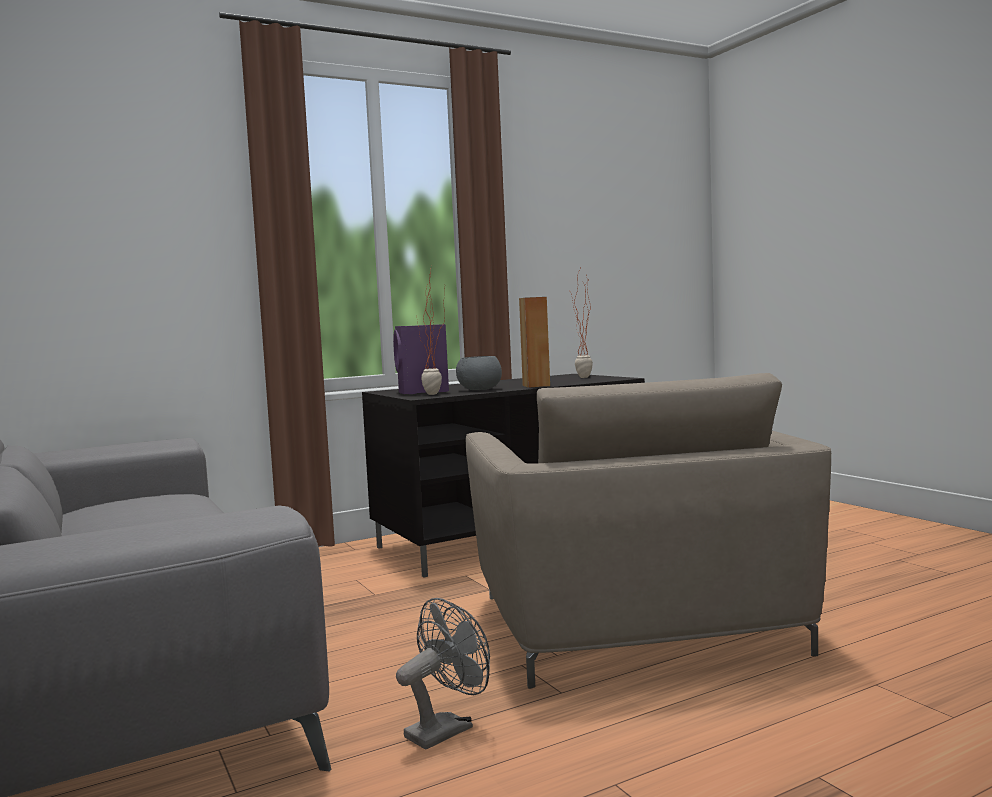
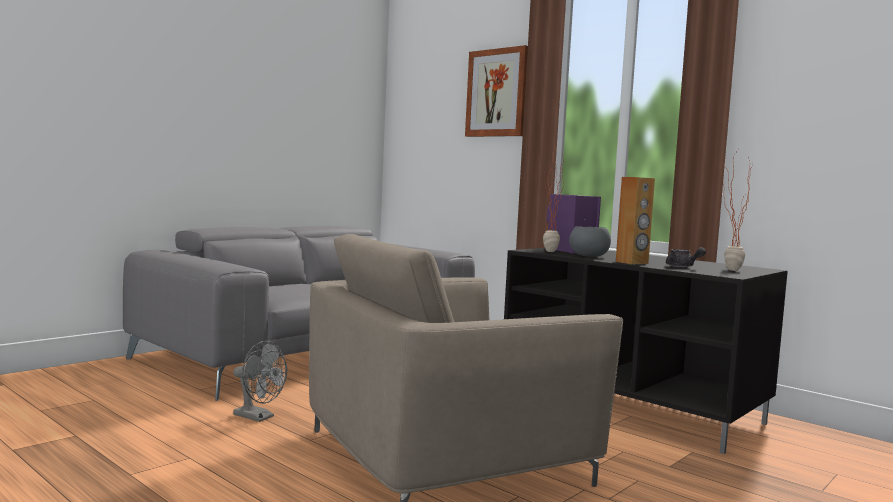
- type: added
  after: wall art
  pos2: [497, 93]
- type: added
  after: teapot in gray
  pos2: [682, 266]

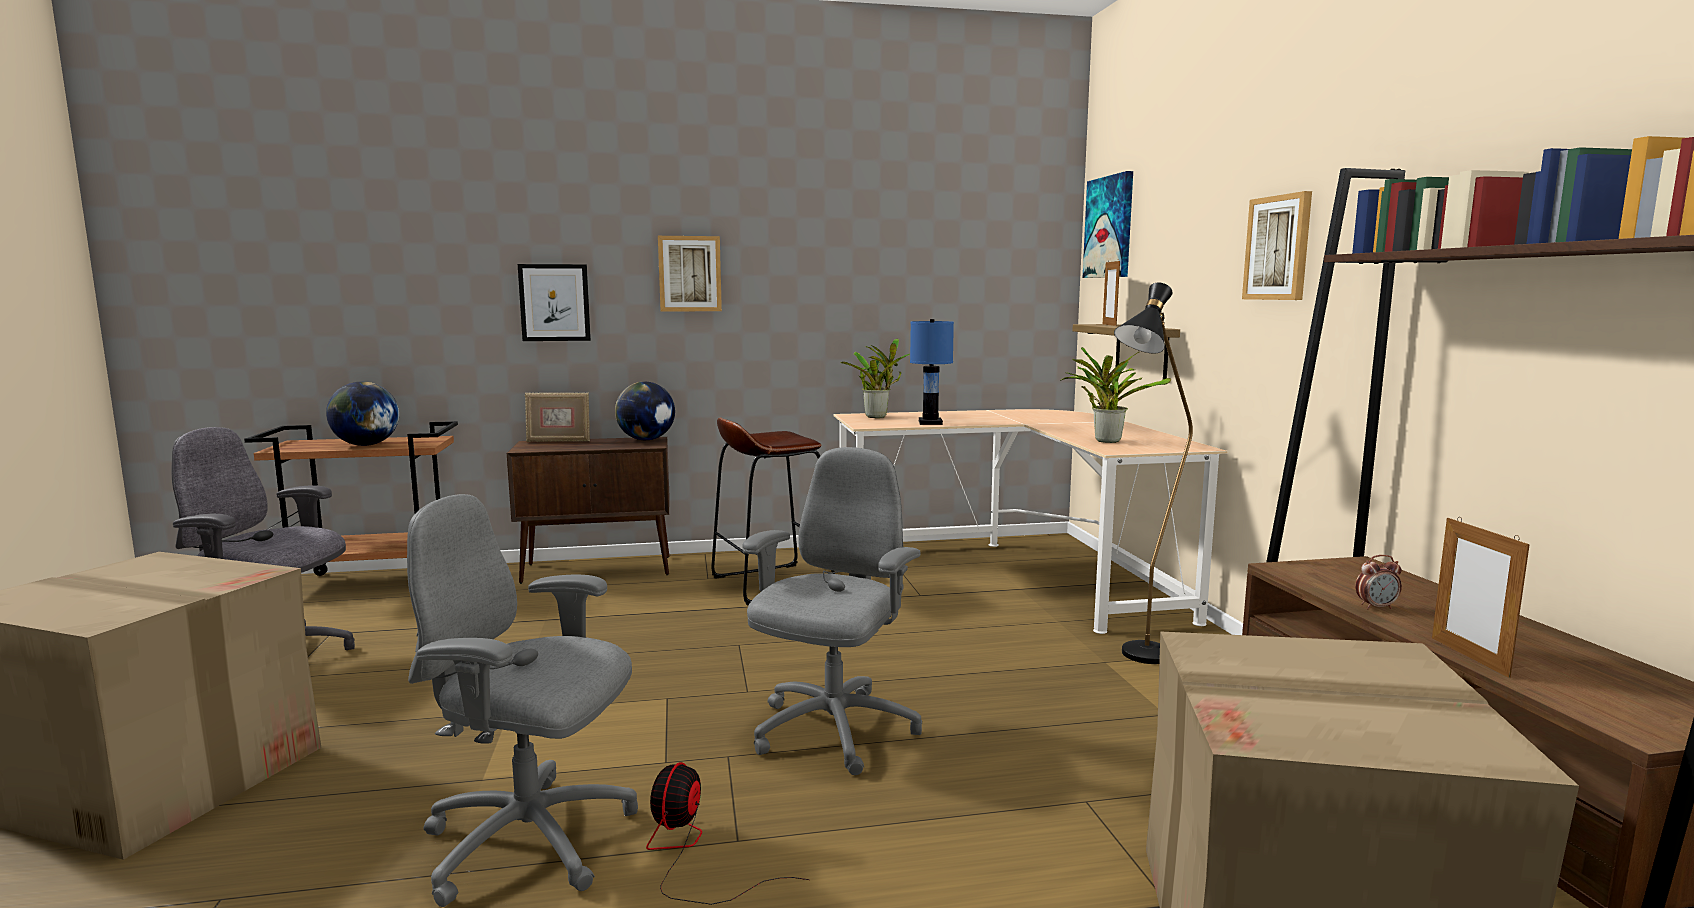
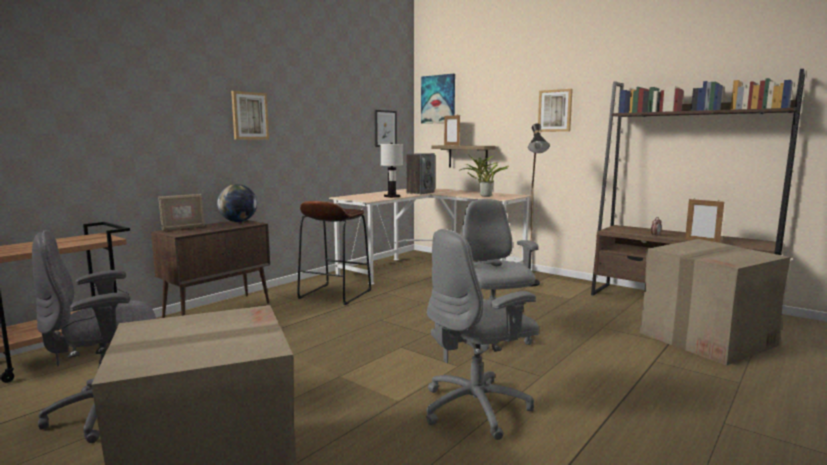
- type: removed
  before: world globe
  pos1: [366, 445]
- type: removed
  before: cooling fan
  pos1: [691, 853]
- type: removed
  before: plant in a pot
  pos1: [878, 416]
- type: added
  after: speaker
  pos2: [420, 192]
- type: moved
  before: wall art
  pos1: [554, 302]
  pos2: [385, 128]
- type: recoloured
  before: lamp for a table in blue
  after: lamp for a table in white
  pos1: [930, 423]
  pos2: [391, 196]

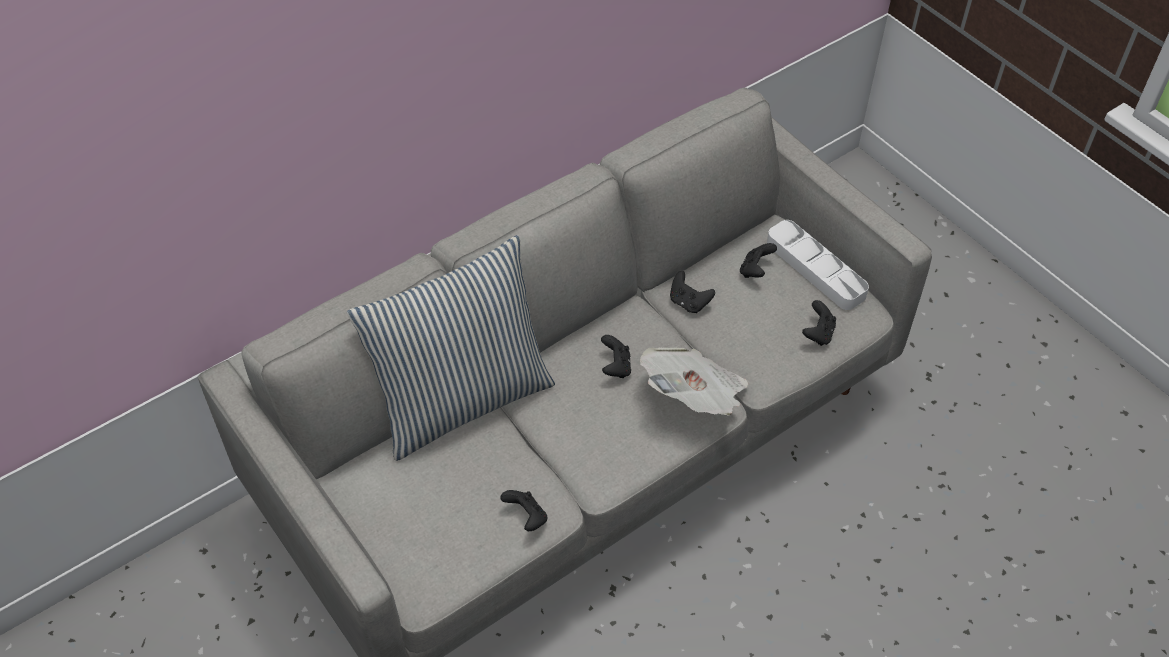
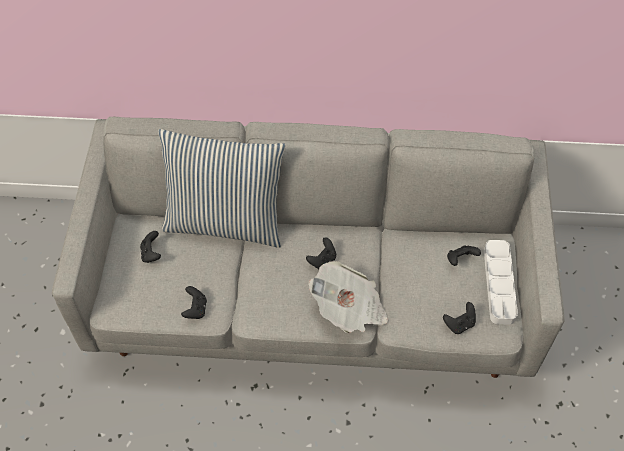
- type: moved
  before: game controller in black
  pos1: [689, 302]
  pos2: [151, 253]

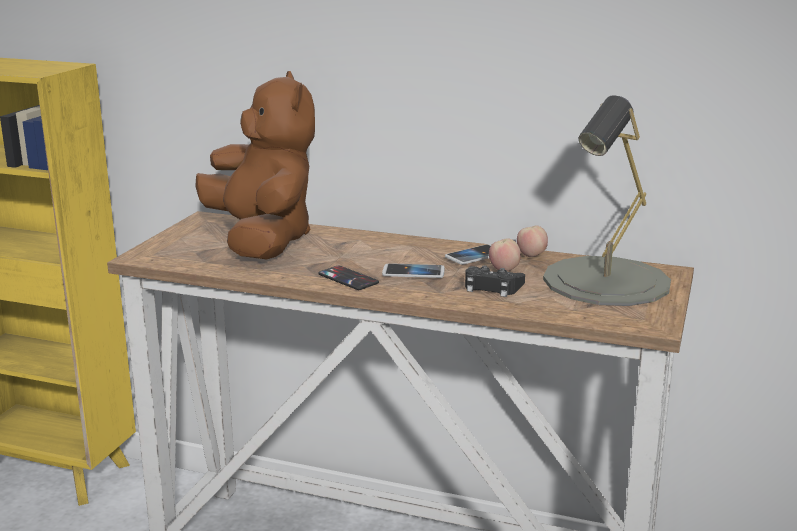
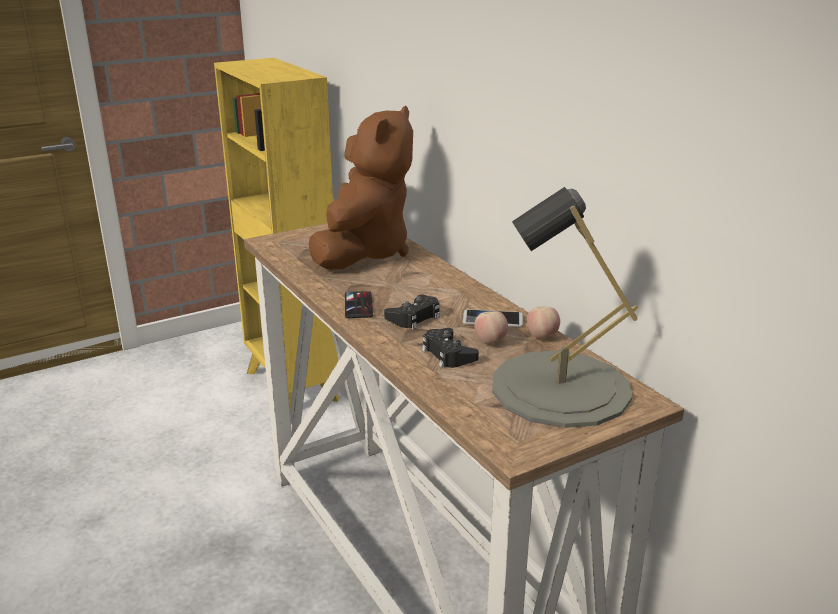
- type: replaced
  before: handset
  after: game controller in black
  pos1: [413, 272]
  pos2: [414, 317]

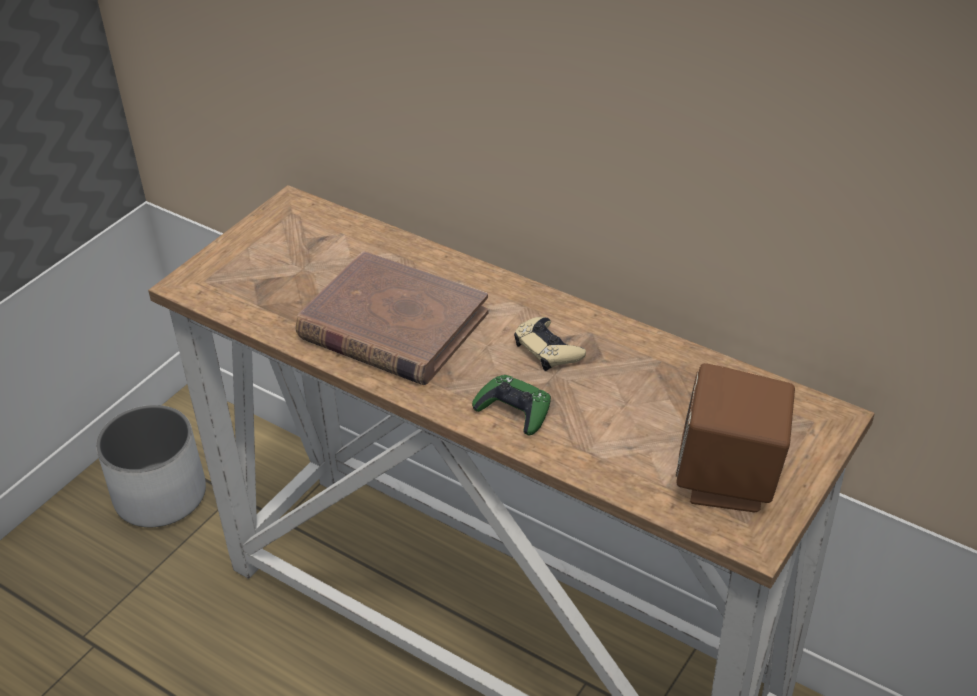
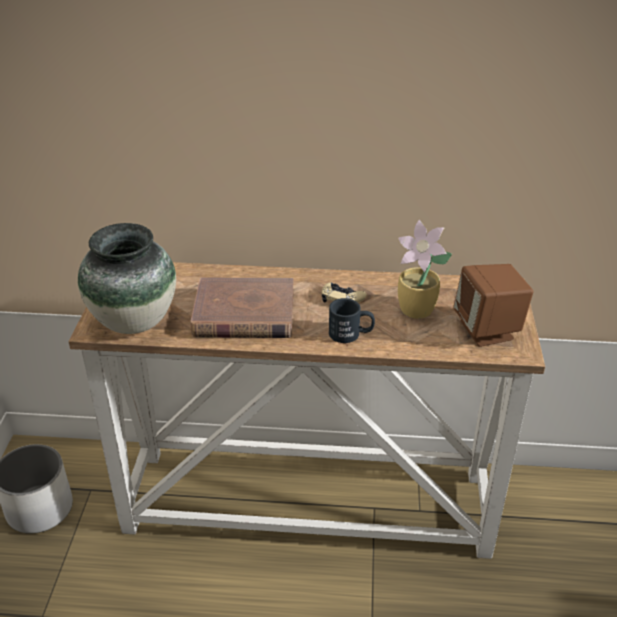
- type: added
  after: flower vase
  pos2: [135, 321]
- type: added
  after: plant in a pot
  pos2: [417, 311]
- type: replaced
  before: game controller in greenish
  after: mug in black
  pos1: [514, 410]
  pos2: [351, 334]

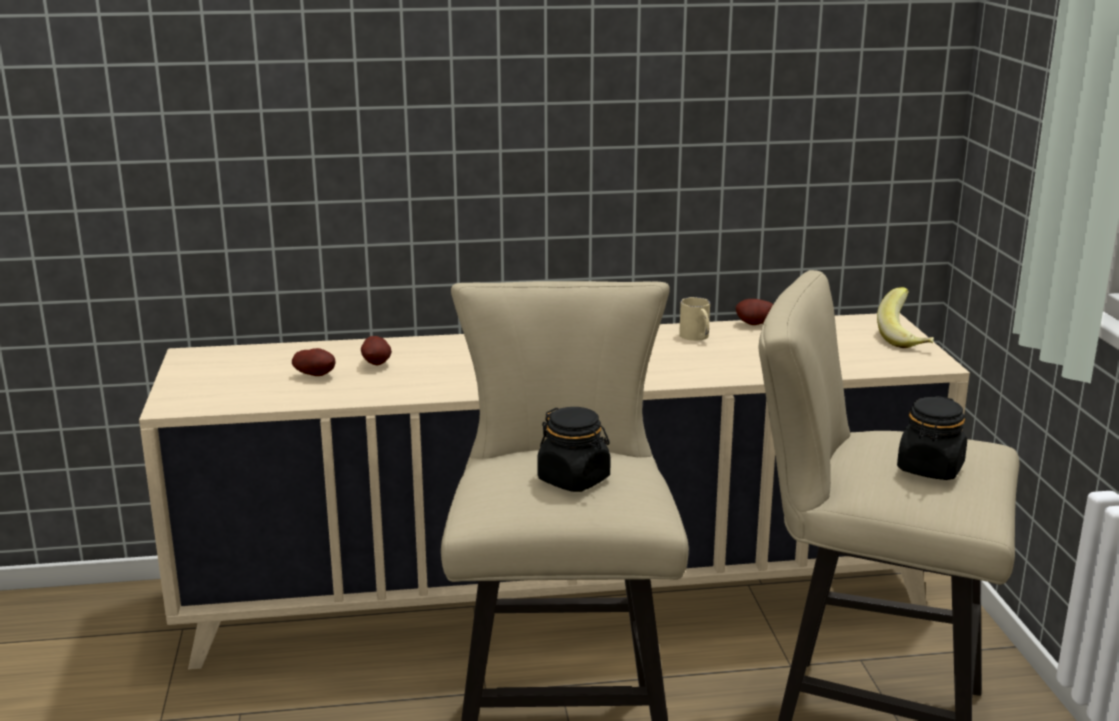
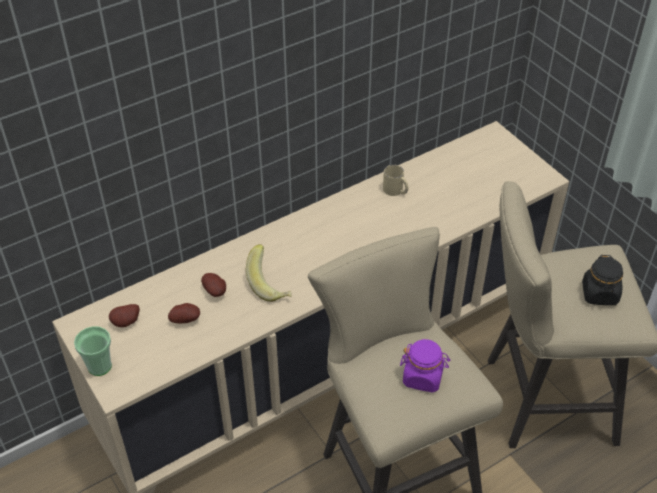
- type: added
  after: small cup
  pos2: [99, 366]
- type: moved
  before: potato
  pos1: [755, 325]
  pos2: [127, 323]
- type: moved
  before: whole banana
  pos1: [907, 339]
  pos2: [270, 284]
- type: recoloured
  before: preserve jar in black
  after: preserve jar in purplish
  pos1: [574, 479]
  pos2: [423, 377]

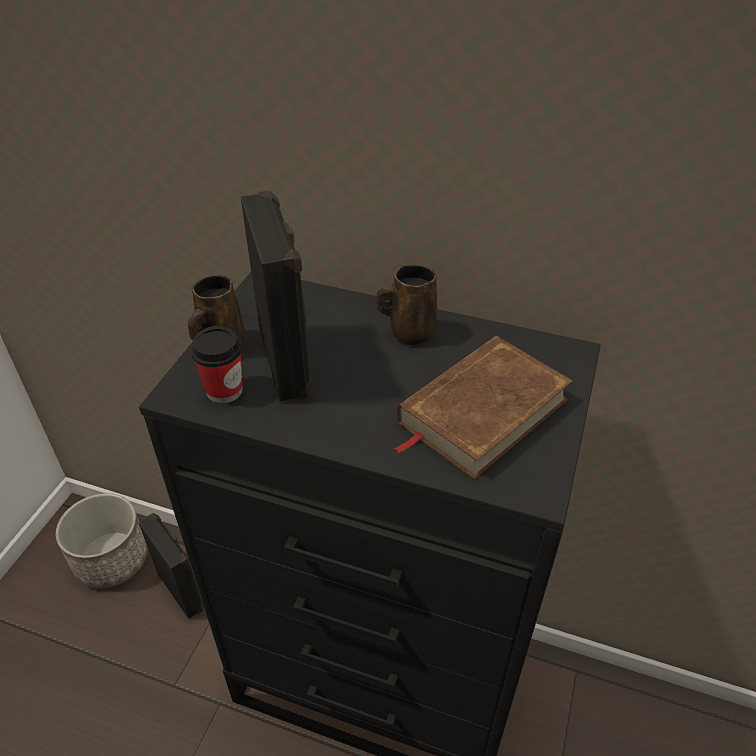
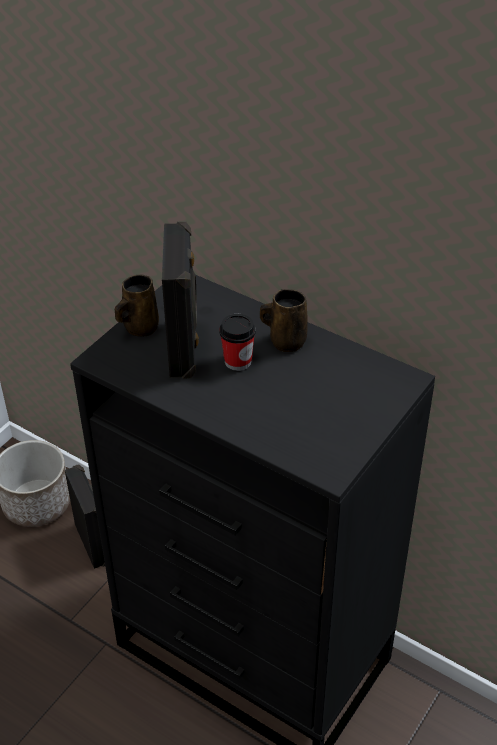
- type: removed
  before: book in brown-coloured
  pos1: [481, 411]
- type: moved
  before: small cup
  pos1: [224, 390]
  pos2: [238, 361]

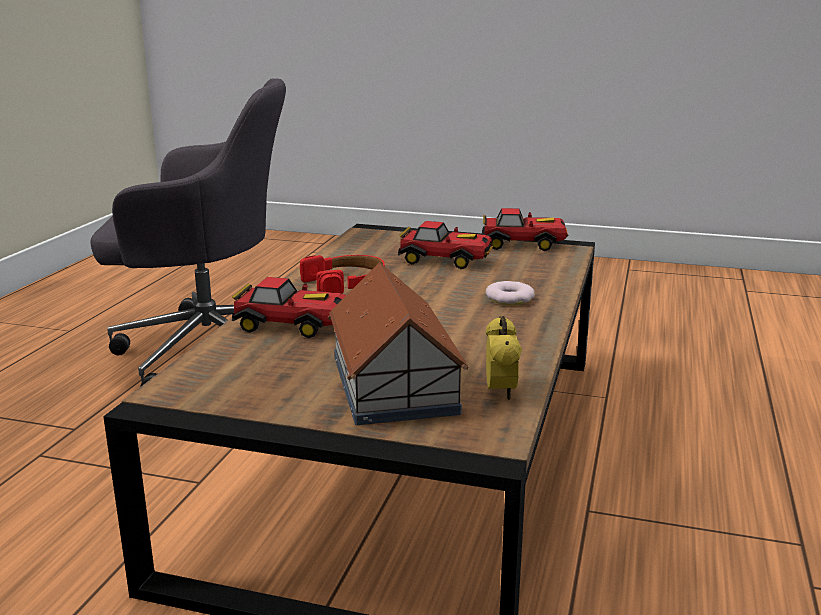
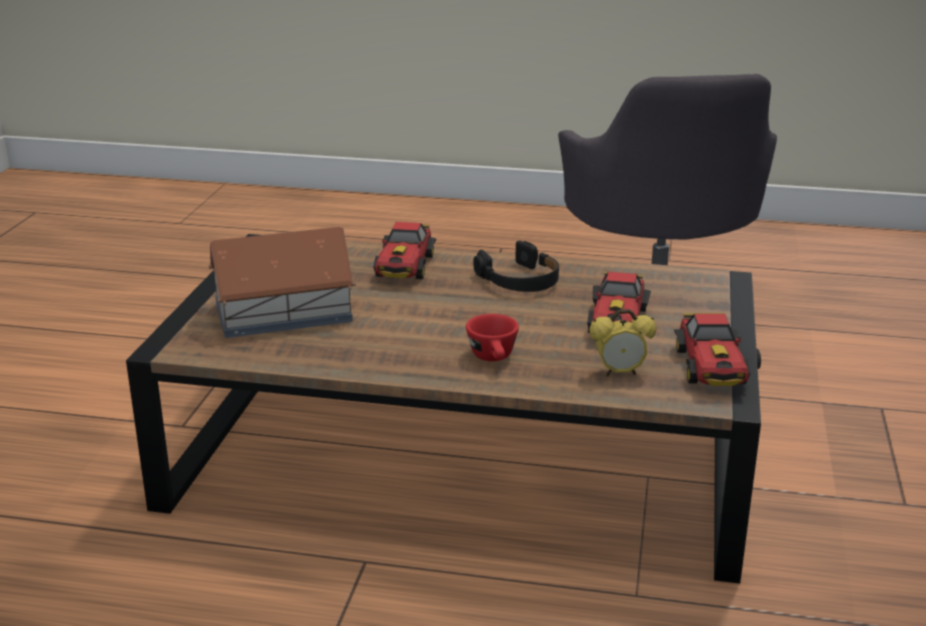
- type: moved
  before: alarm clock
  pos1: [501, 392]
  pos2: [619, 373]
- type: replaced
  before: donut
  after: small cup in red-coloured
  pos1: [509, 298]
  pos2: [494, 358]
- type: recoloured
  before: headset in red-coloured
  after: headset in black
  pos1: [346, 283]
  pos2: [520, 280]

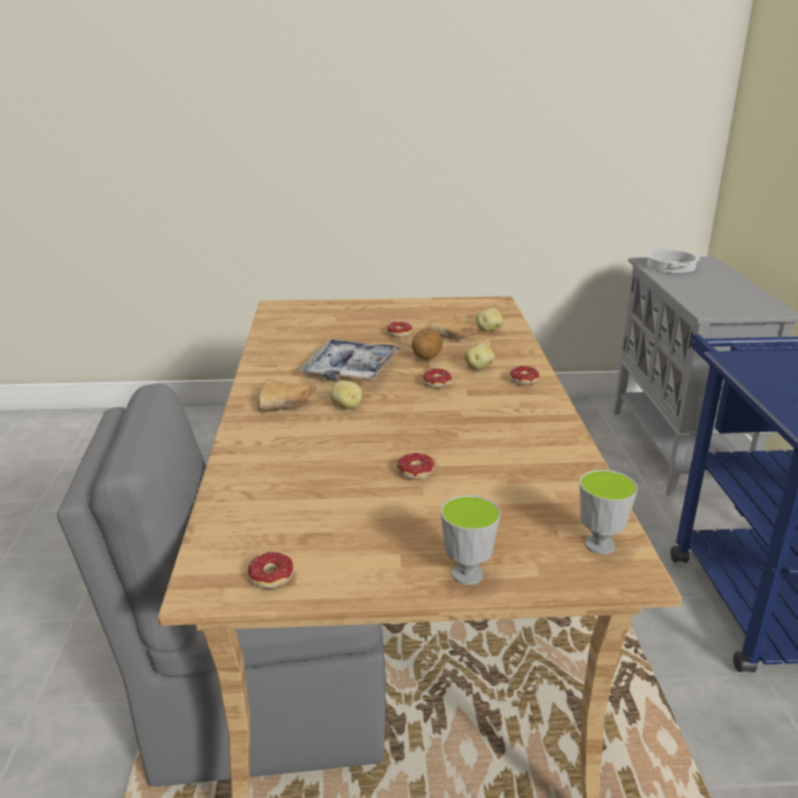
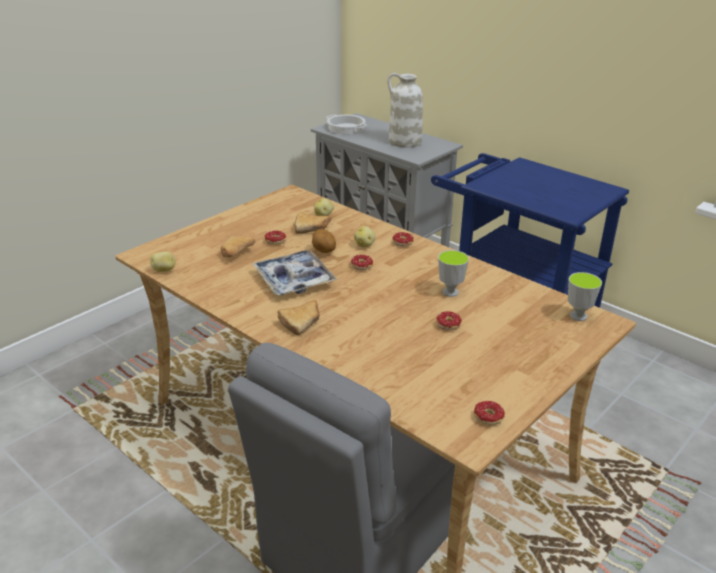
- type: added
  after: bread
  pos2: [235, 254]
- type: added
  after: flower vase in white
  pos2: [404, 142]
- type: moved
  before: potato
  pos1: [346, 407]
  pos2: [164, 270]
- type: moved
  before: small cup
  pos1: [467, 574]
  pos2: [450, 292]

